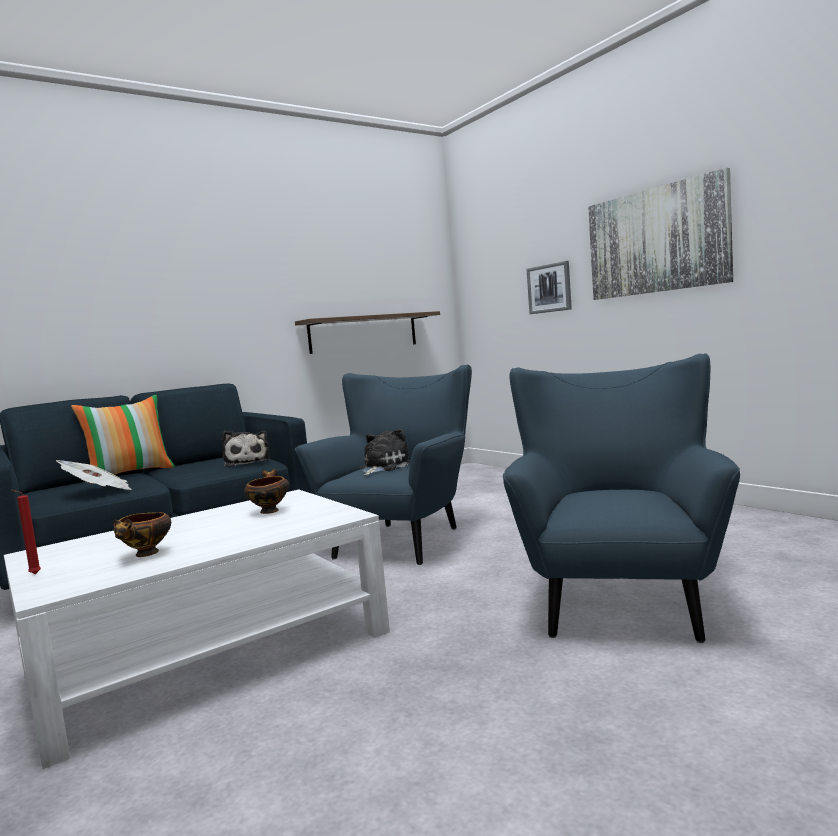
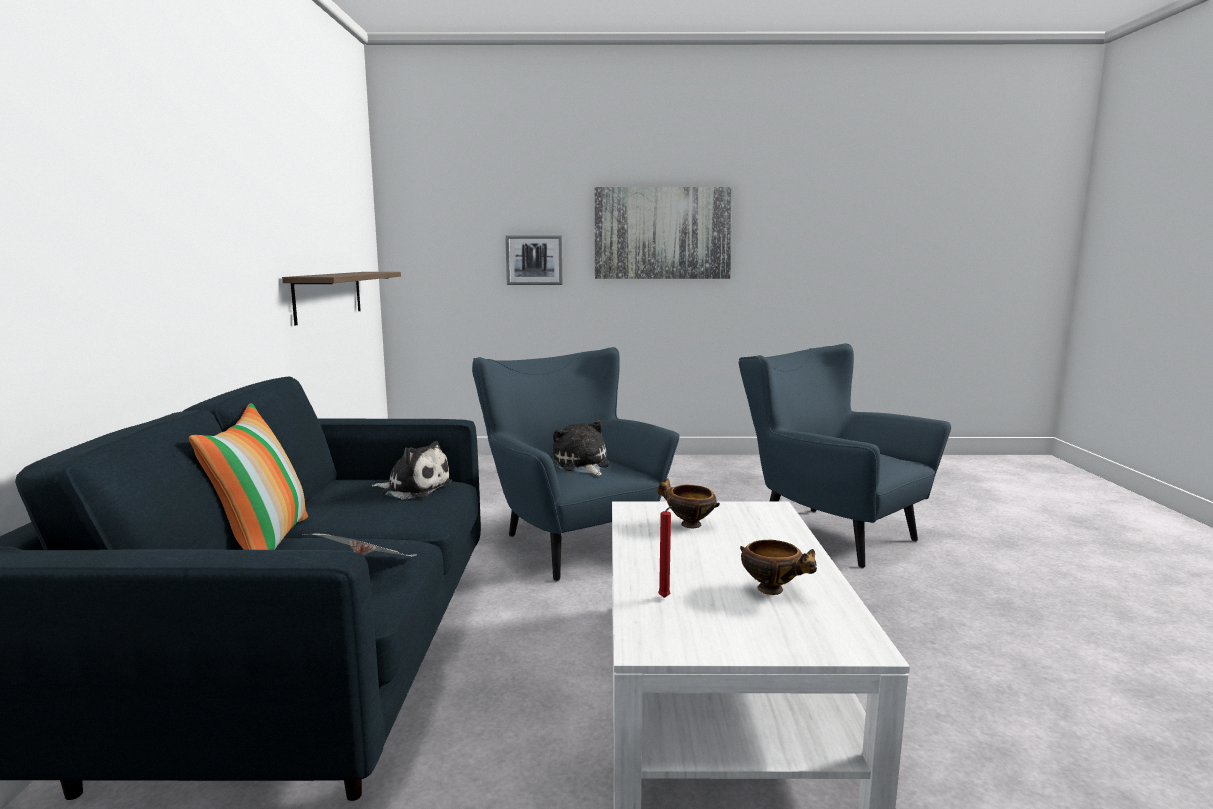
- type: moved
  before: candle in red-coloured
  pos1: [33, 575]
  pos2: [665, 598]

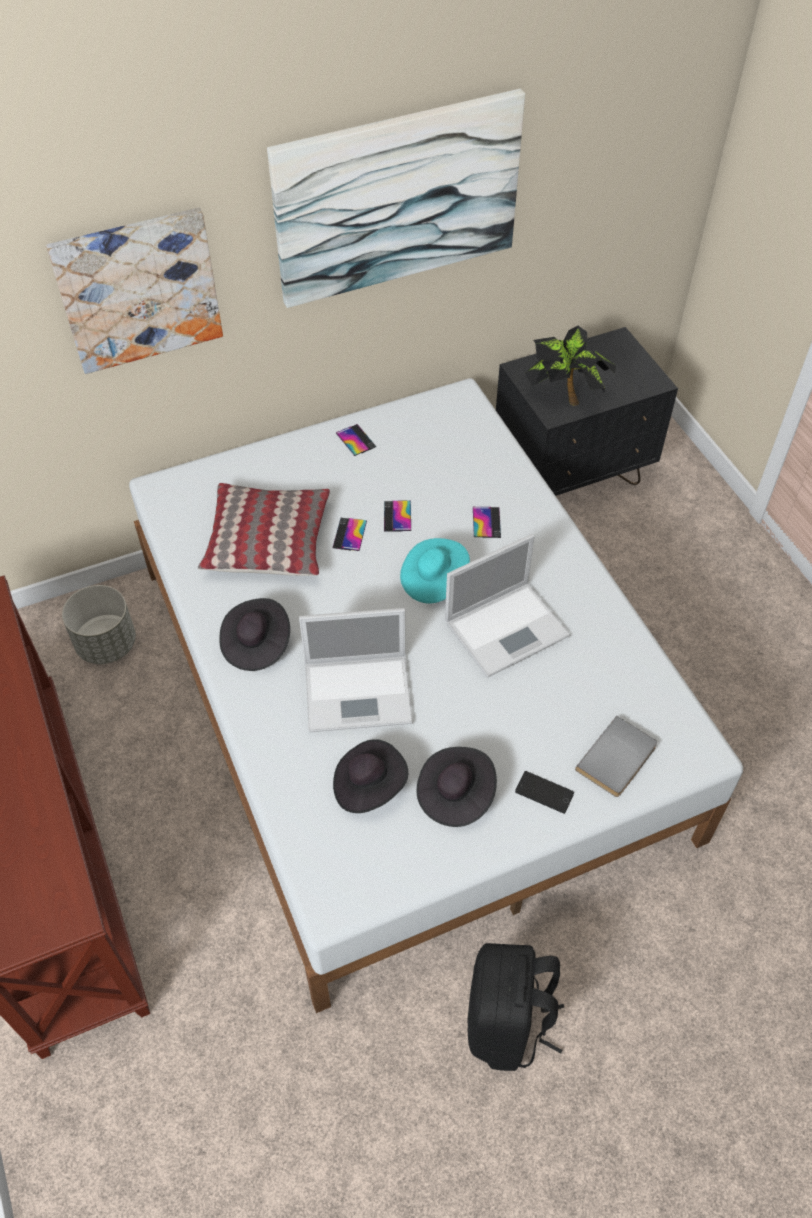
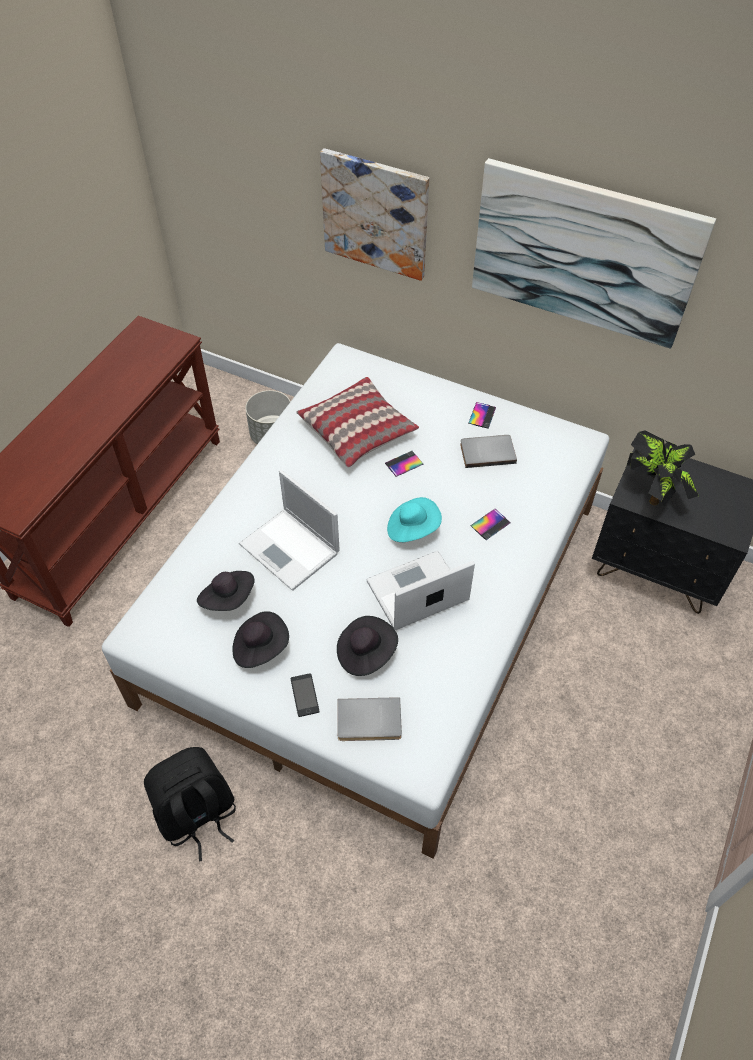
- type: removed
  before: handset
  pos1: [397, 516]
- type: added
  after: book in gray
  pos2: [487, 451]
- type: moved
  before: hat in black
  pos1: [256, 644]
  pos2: [365, 653]
- type: turned
  before: laptop
  pos1: [508, 627]
  pos2: [415, 592]
  turn: 135

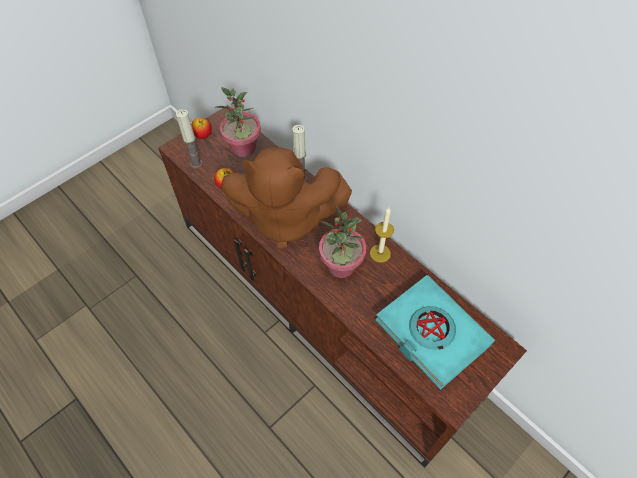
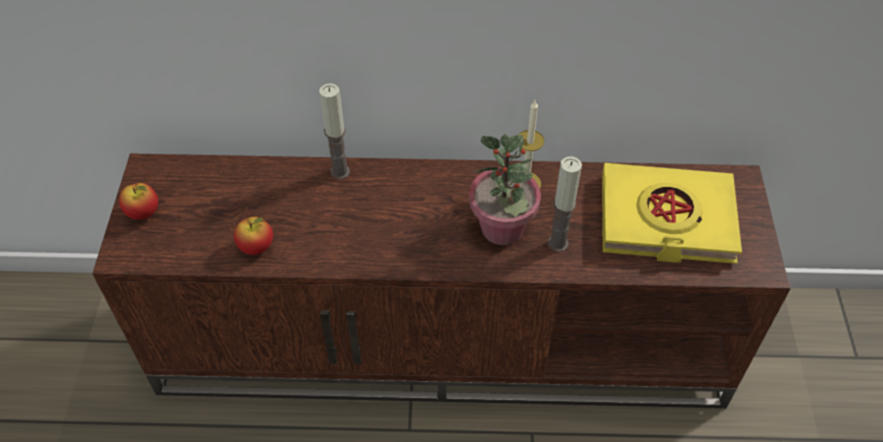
- type: removed
  before: plant in a pot
  pos1: [243, 148]
- type: removed
  before: plush toy in brown-coloured
  pos1: [285, 219]
- type: moved
  before: candle
  pos1: [196, 163]
  pos2: [558, 243]
- type: recoloured
  before: book in blue-green
  after: book in yellowish
  pos1: [431, 333]
  pos2: [666, 220]

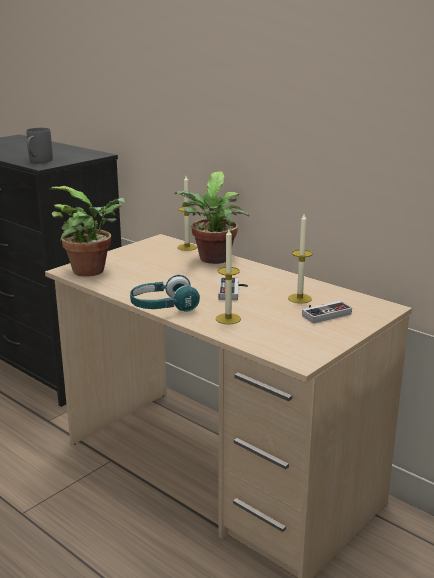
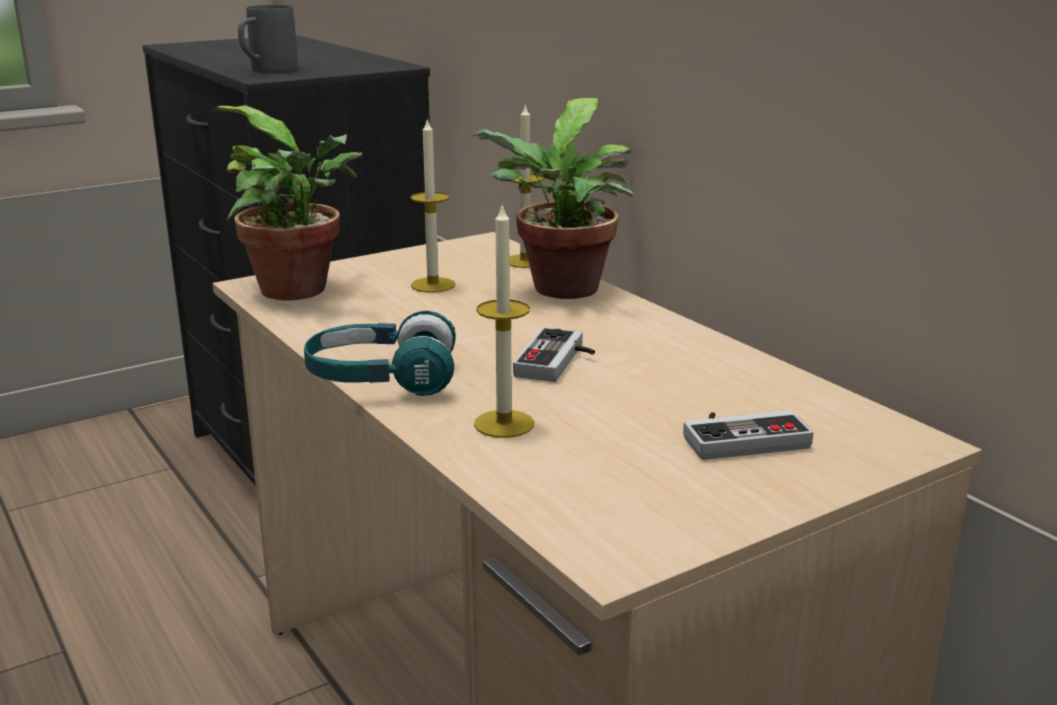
- type: moved
  before: candle
  pos1: [299, 298]
  pos2: [433, 285]

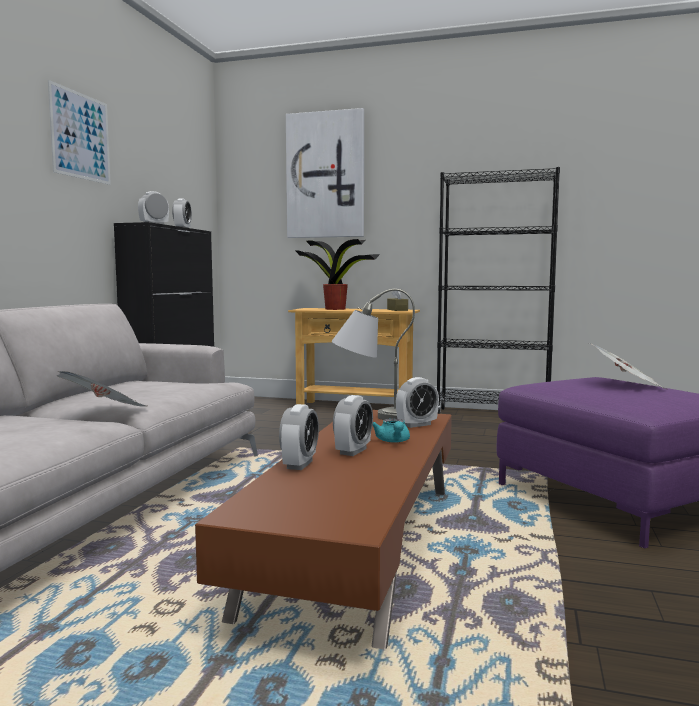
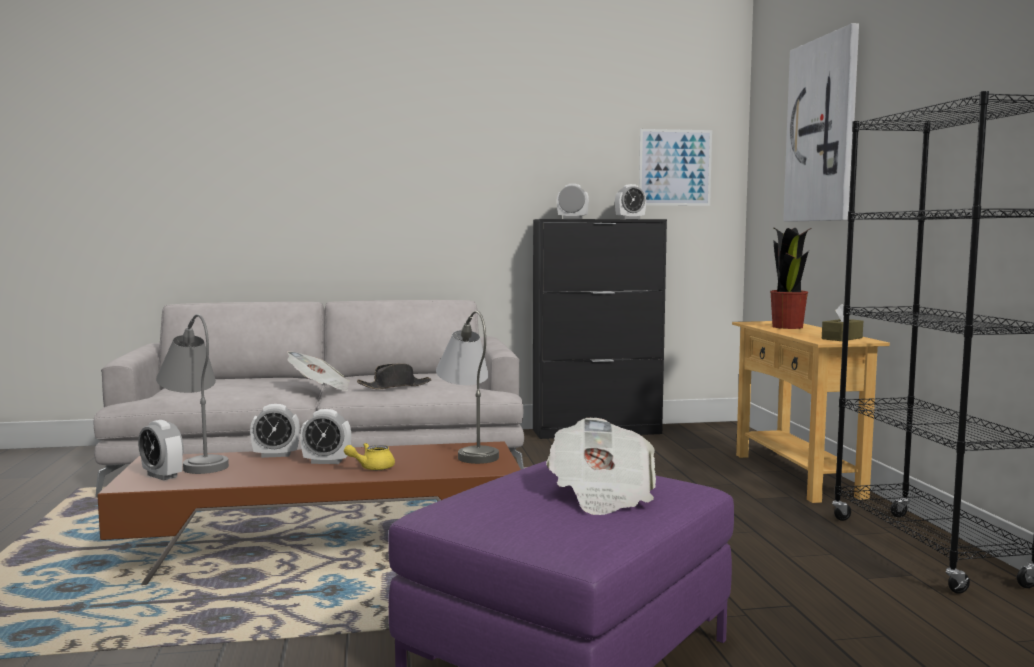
- type: added
  after: lamp for a table in gray
  pos2: [197, 461]
- type: added
  after: hat in black
  pos2: [395, 386]
- type: moved
  before: wall art
  pos1: [80, 136]
  pos2: [675, 167]
- type: moved
  before: alarm clock
  pos1: [417, 425]
  pos2: [162, 476]
- type: recoloured
  before: teapot in blue-green
  after: teapot in yellowish
  pos1: [393, 441]
  pos2: [372, 468]

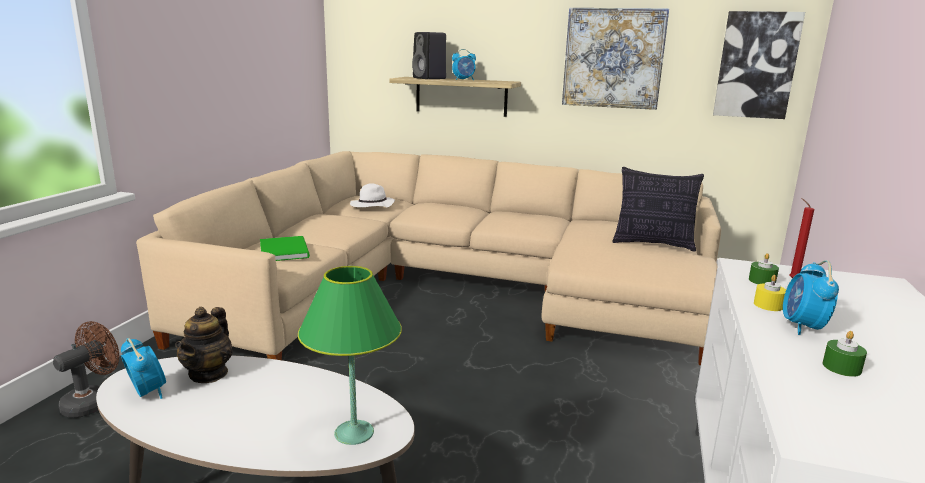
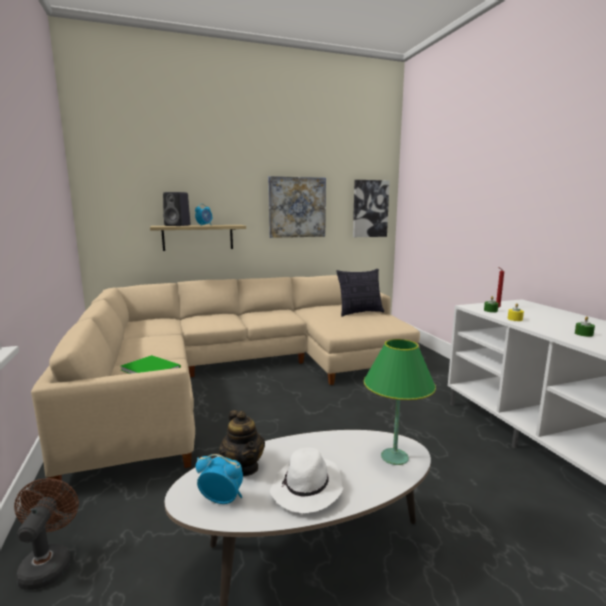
- type: removed
  before: alarm clock
  pos1: [802, 327]
- type: moved
  before: hat in white
  pos1: [372, 206]
  pos2: [307, 489]

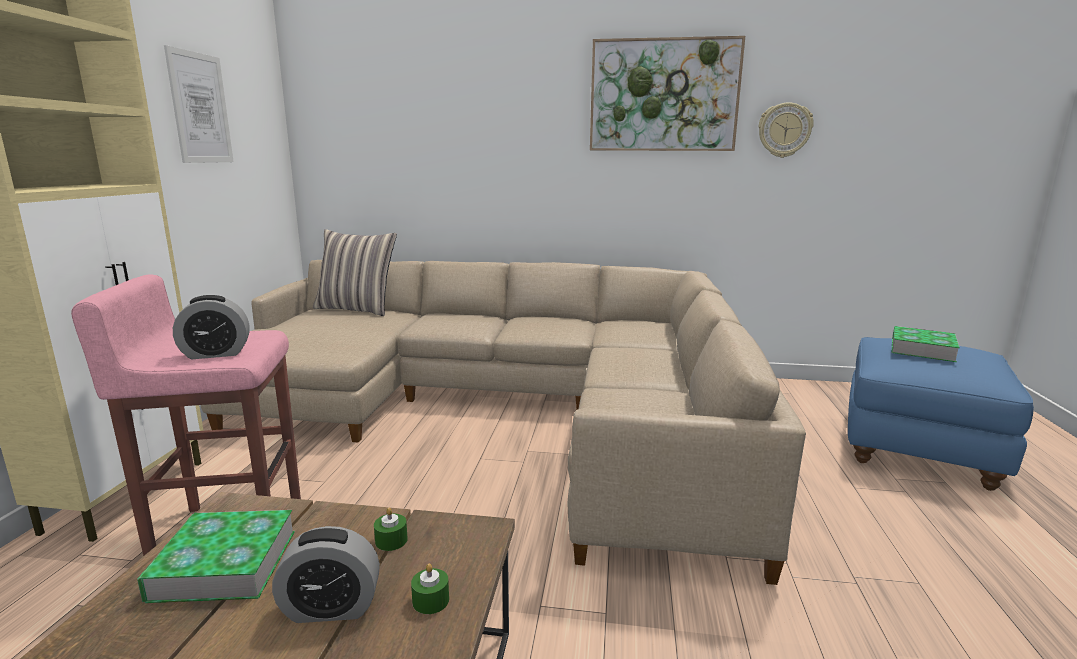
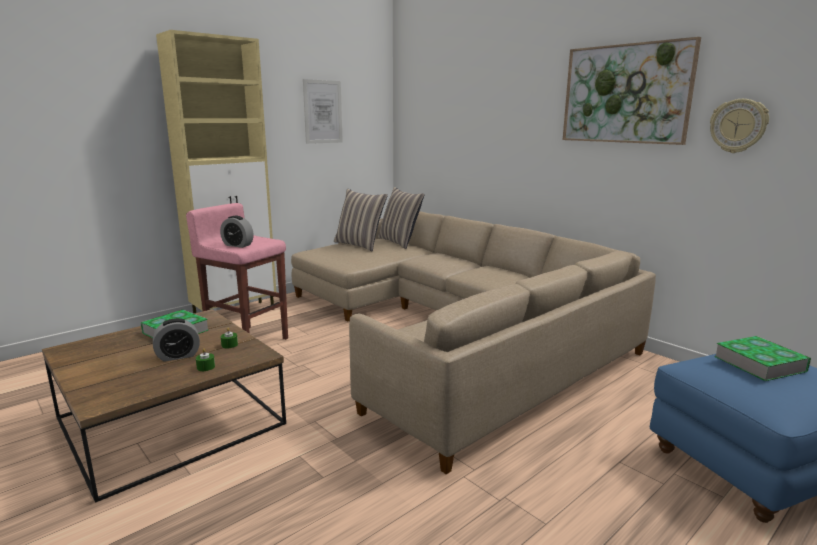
- type: added
  after: pillow
  pos2: [360, 245]
- type: turned
  before: alarm clock
  pos1: [331, 608]
  pos2: [178, 356]
  turn: -60

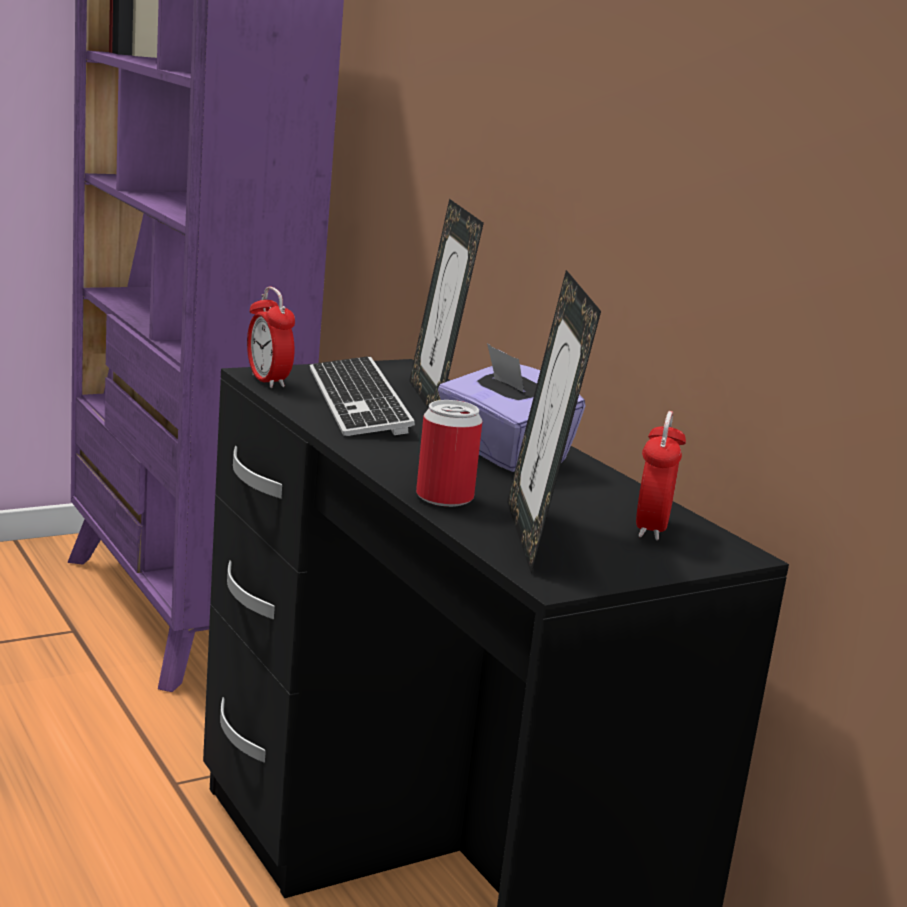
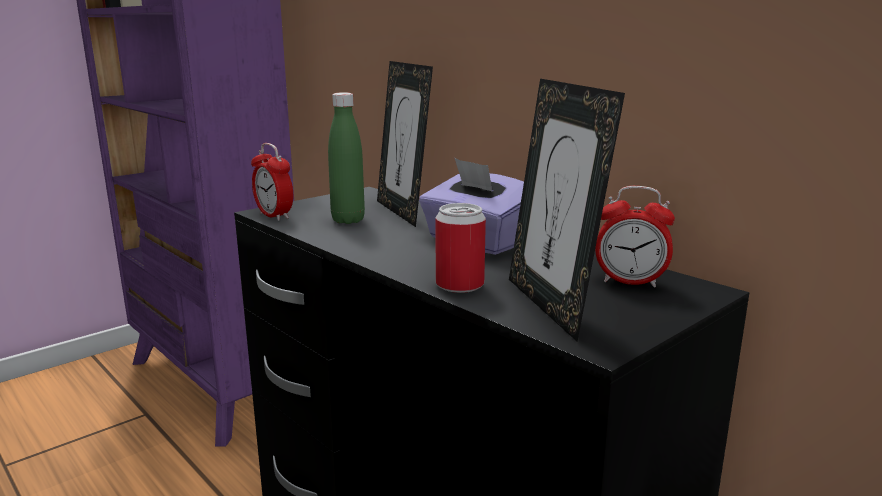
- type: replaced
  before: PC keyboard
  after: beverage bottle in greenish
  pos1: [357, 401]
  pos2: [348, 220]
- type: turned
  before: alarm clock
  pos1: [651, 529]
  pos2: [630, 282]
  turn: -75

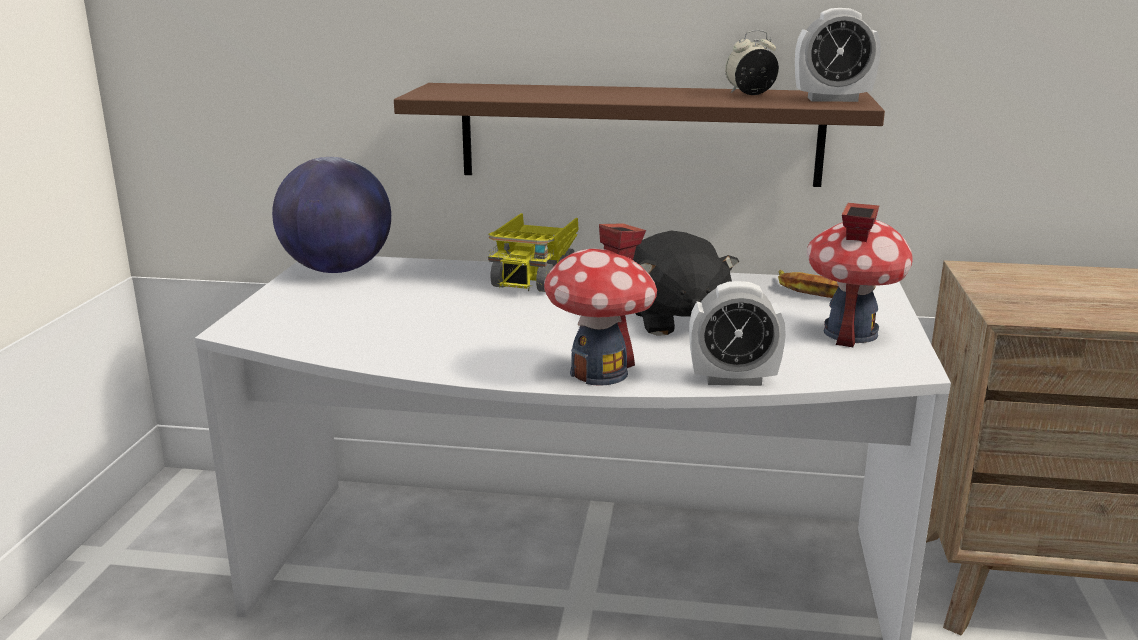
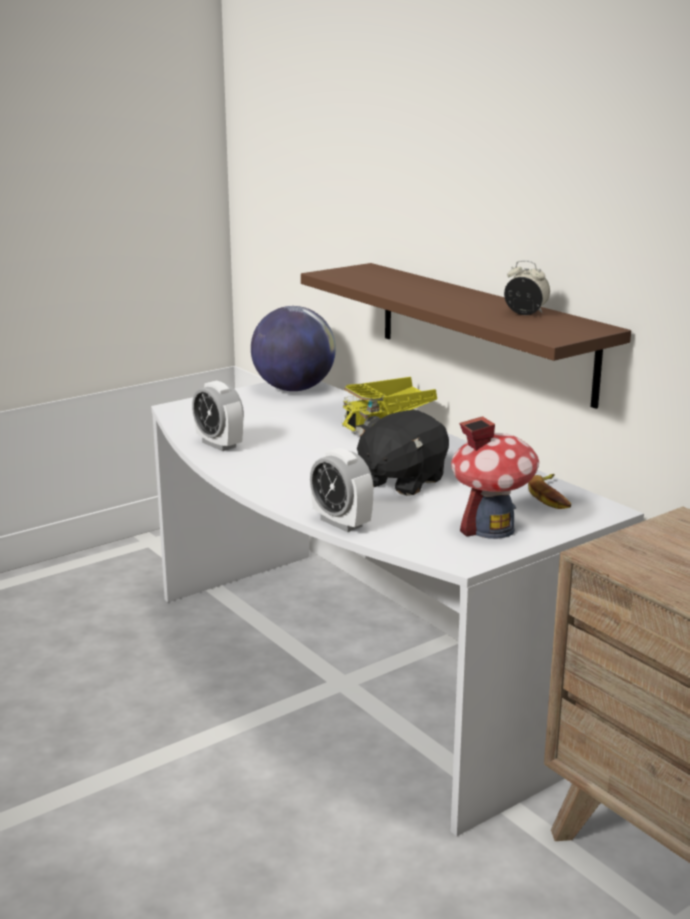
- type: removed
  before: toy house
  pos1: [599, 373]
- type: moved
  before: alarm clock
  pos1: [832, 99]
  pos2: [219, 444]

